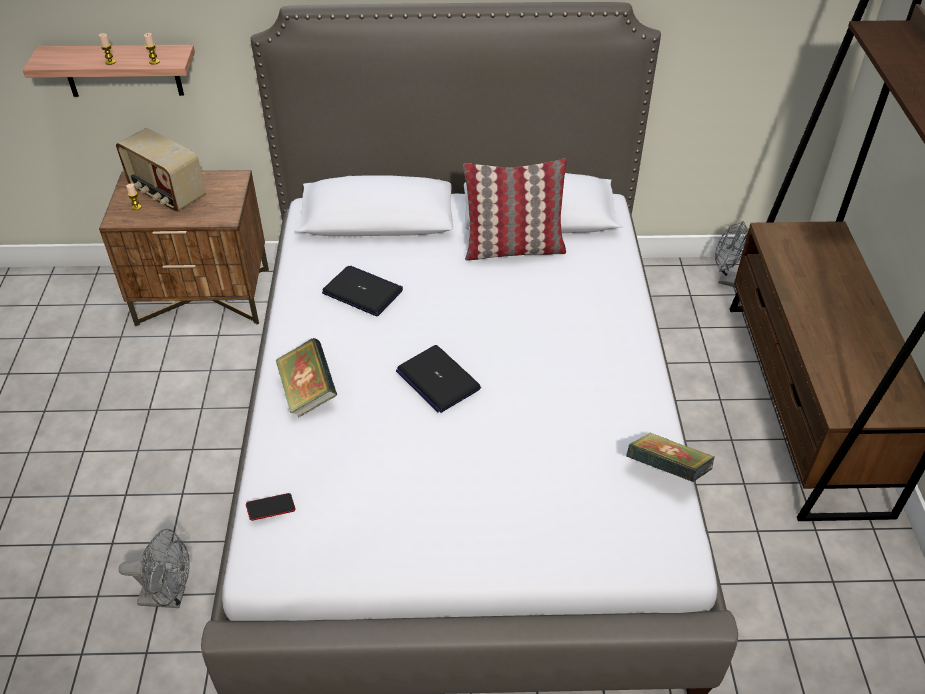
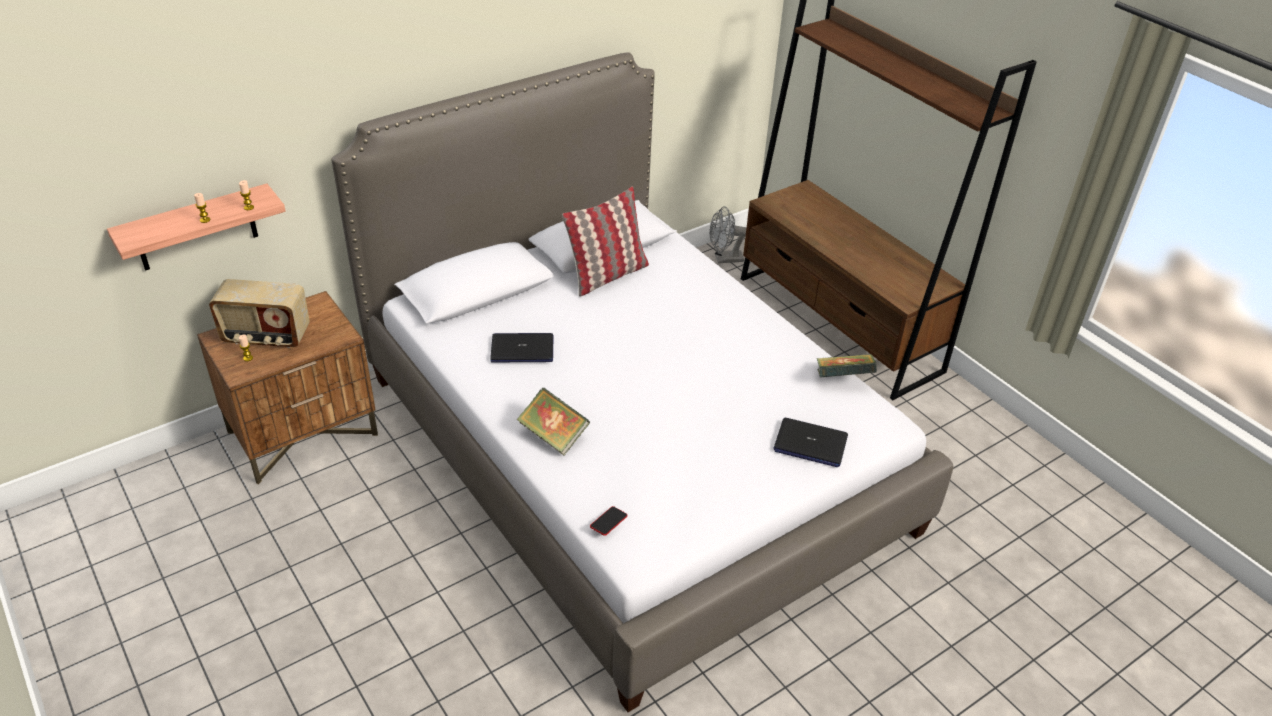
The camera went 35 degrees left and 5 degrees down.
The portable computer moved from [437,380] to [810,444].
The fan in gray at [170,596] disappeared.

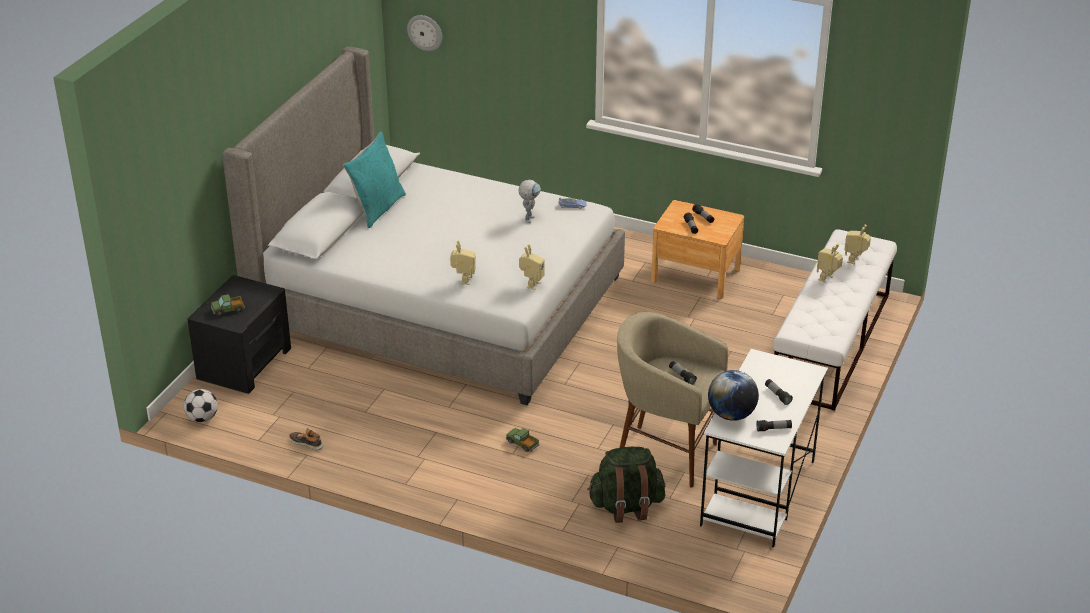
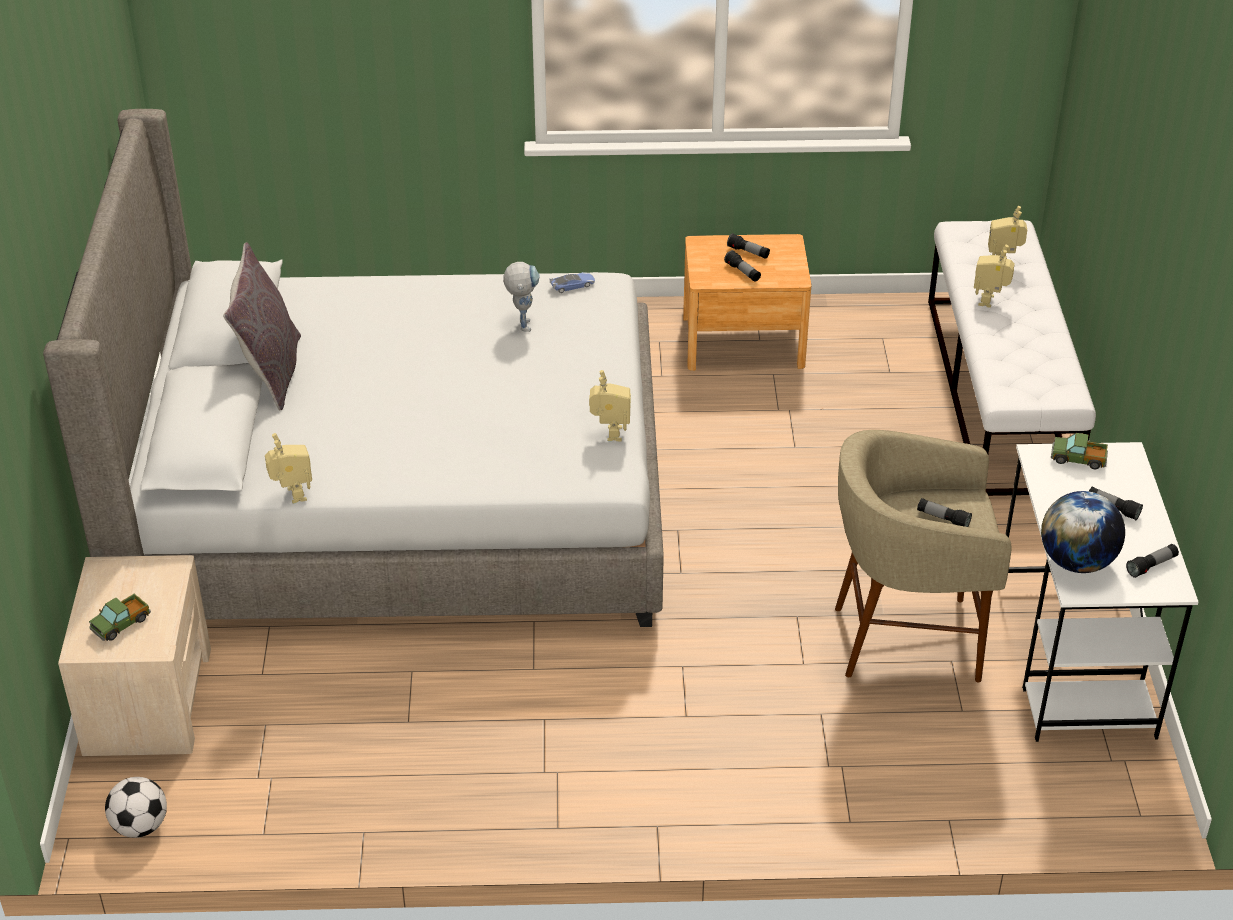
The camera went 25 degrees left and 5 degrees up.
The nightstand in black at [244,363] became the nightstand in beige-coloured at [148,699].
The cushion in turquoise-coloured at [377,208] became the cushion in gray at [270,372].
The toy robot moved from [463,280] to [292,495].
The toy lorry moved from [522,444] to [1078,459].
The item of footwear at [307,443] disappeared.
The clock on the wall at [425,32] disappeared.
The knapsack in greenish at [626,506] disappeared.

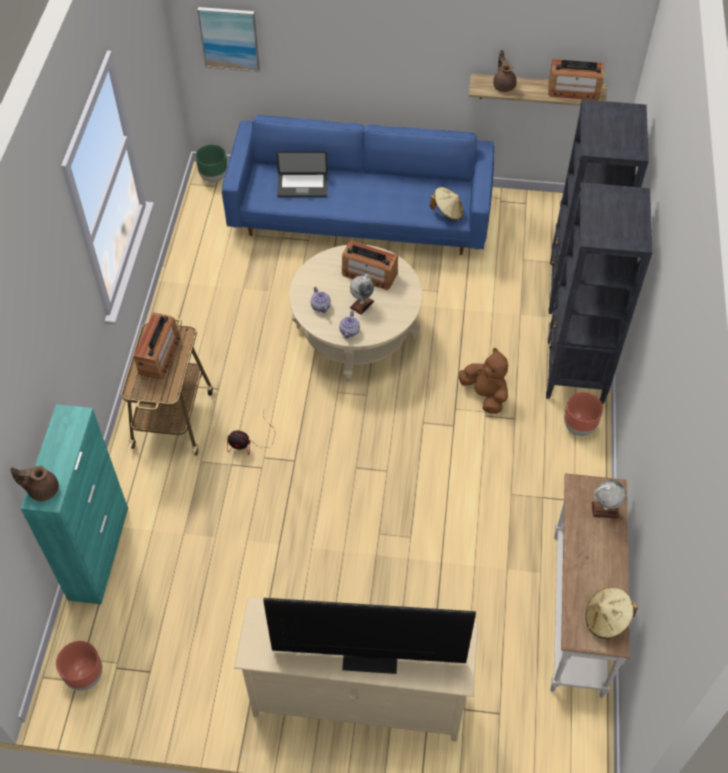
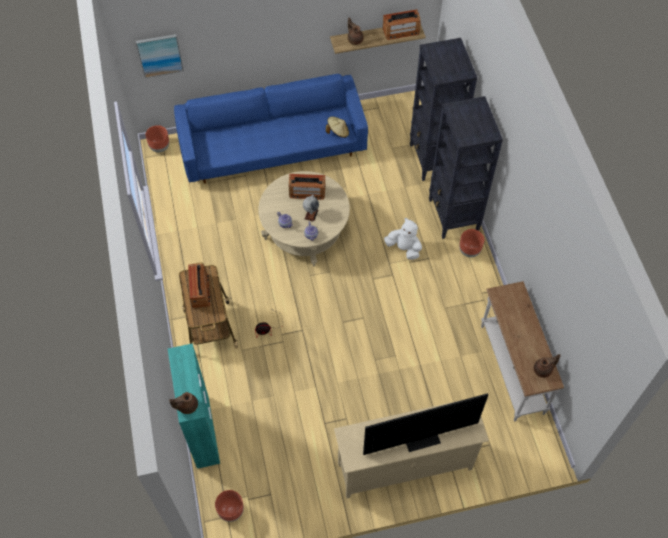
The camera went 20 degrees left and 5 degrees up.
The planter in greenish at [214,177] became the planter in brownish at [160,147].
The cuddly toy in brownish at [485,395] became the cuddly toy in whitish at [404,248].
The clothing hat in beige-coloured at [606,620] was replaced by the tea pot in brownish at [543,370].
The portable computer at [302,186] disappeared.
The world globe at [605,510] disappeared.

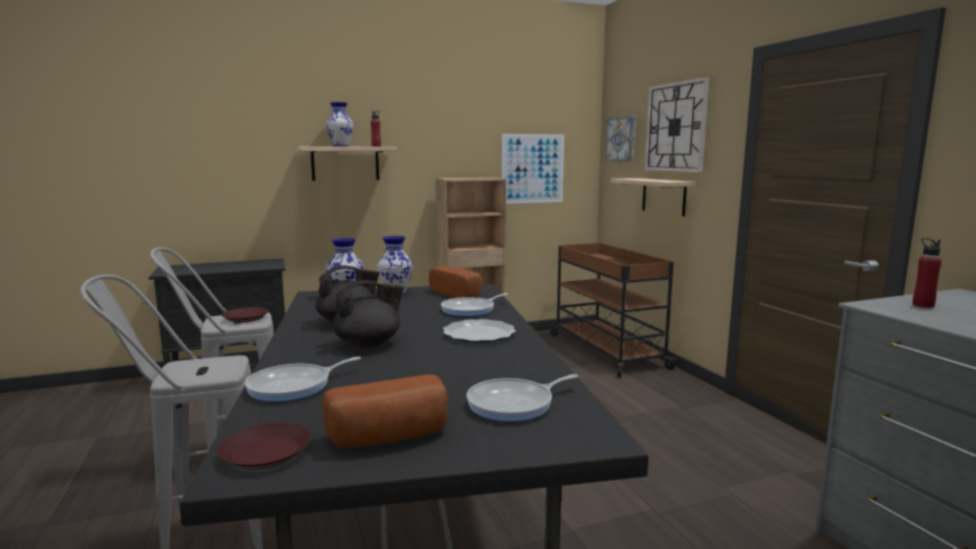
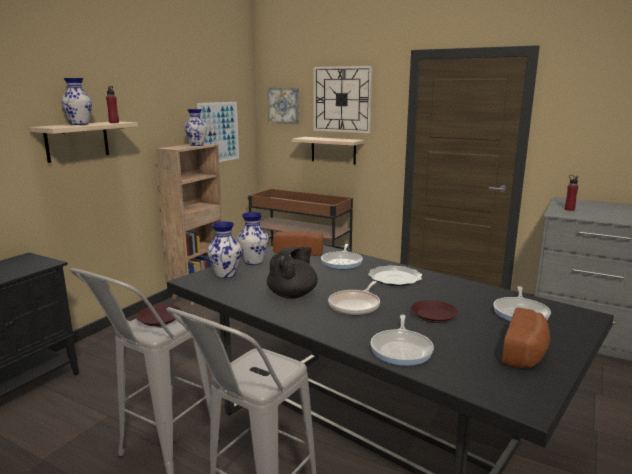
The camera went 40 degrees left and 5 degrees up.
The decorative vase at [197,145] appeared.
The tea pot in black at [369,344] was replaced by the skillet at [355,305].
The dinner plate in brownish moved from [266,452] to [433,315].

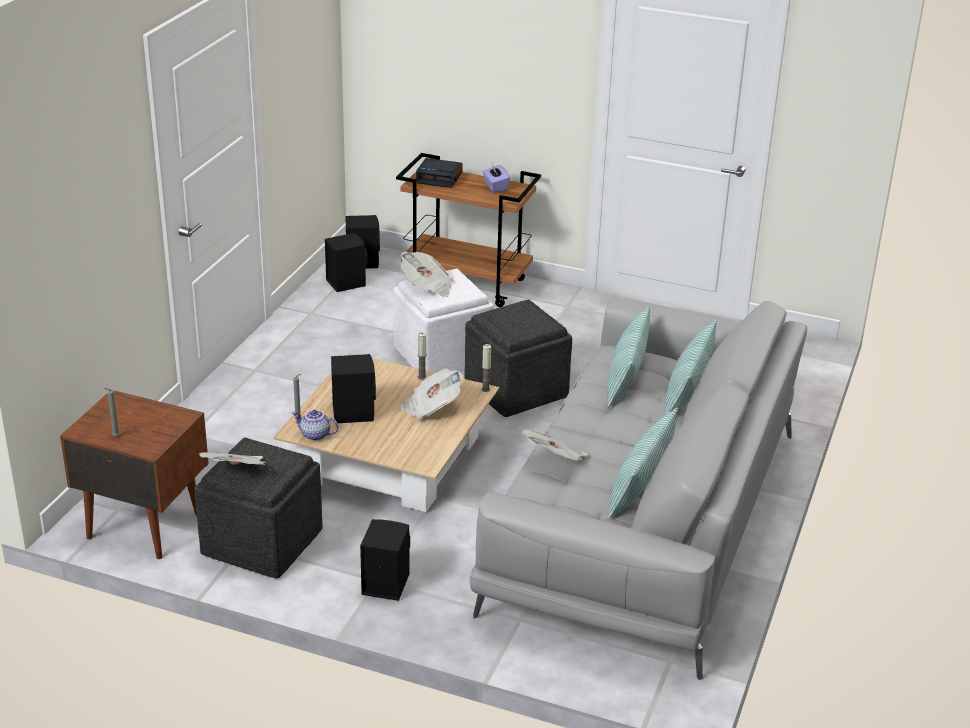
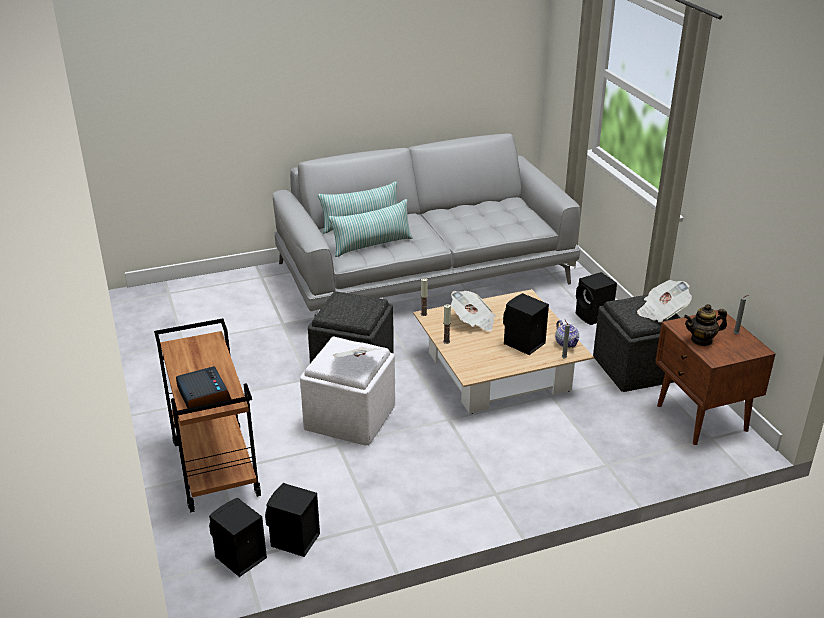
The camera went 130 degrees left and 0 degrees up.
The tea pot at [702,340] appeared.
The box of tissues in purplish at [495,187] disappeared.
The printed paper at [555,460] disappeared.
The cushion at [640,486] disappeared.

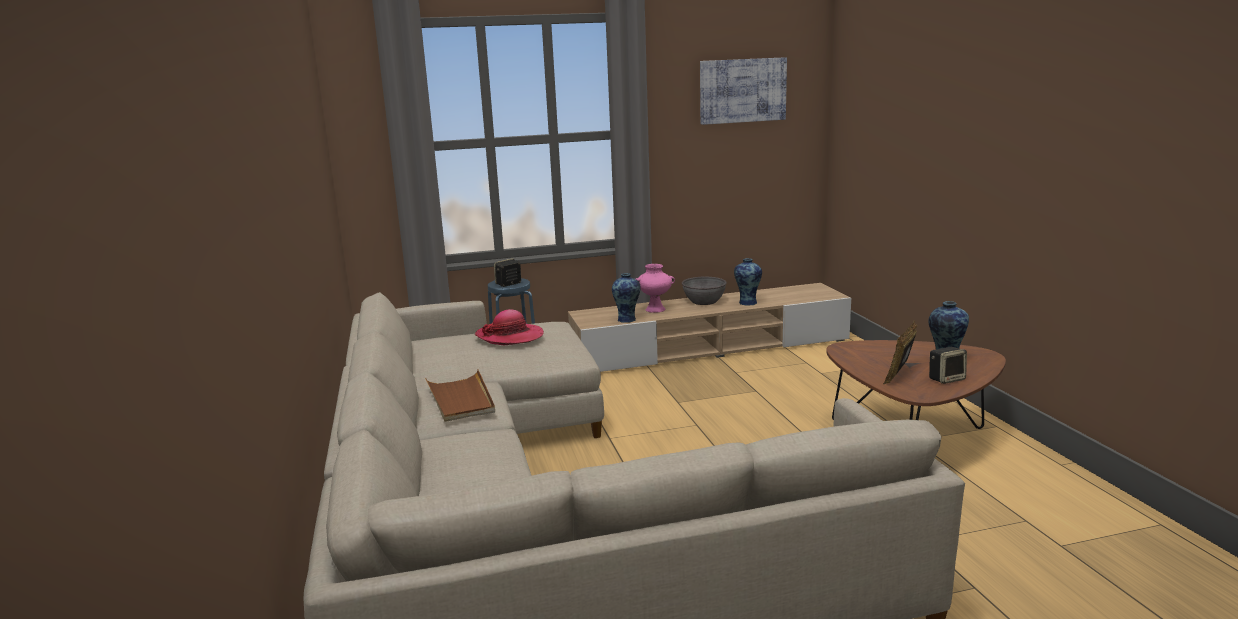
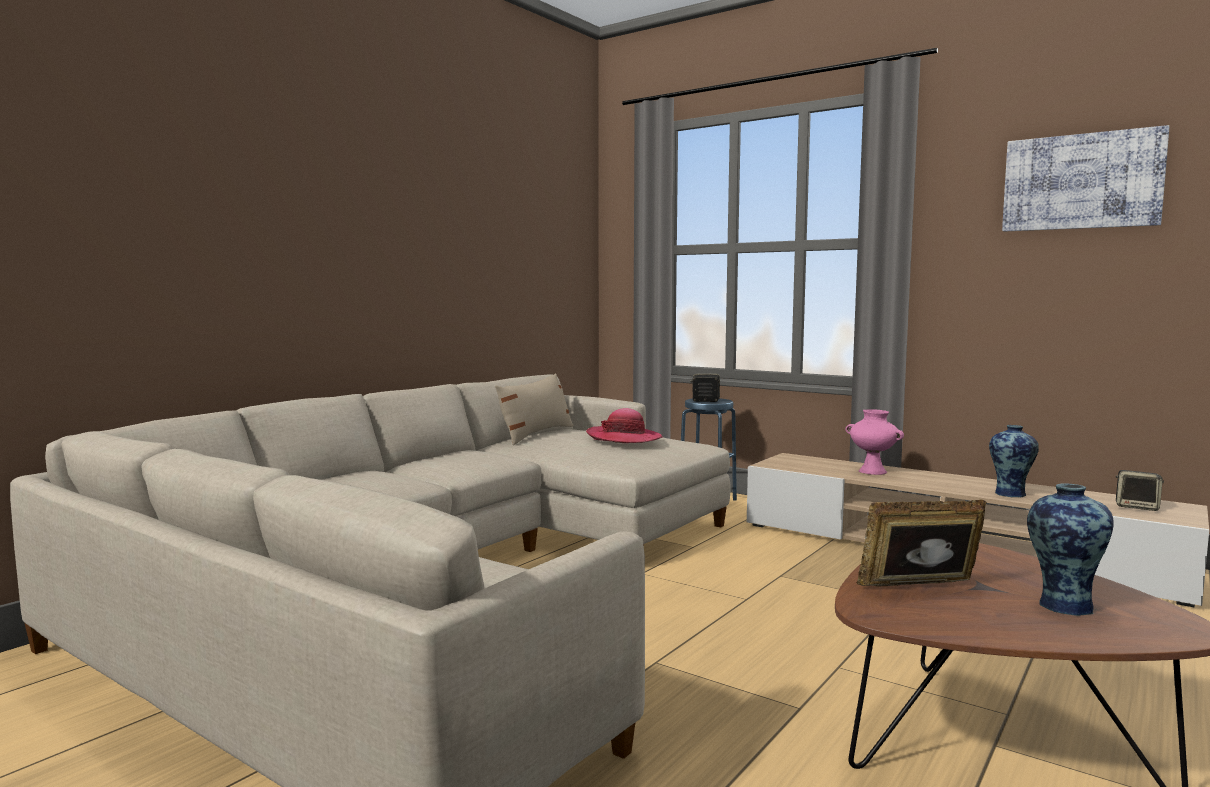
The camera went 50 degrees right and 10 degrees down.
The cushion in beige-coloured at [536,434] appeared.
The audio speaker moved from [946,379] to [1137,507].
The carrying tray in brownish at [461,399] disappeared.
The decorative vase at [627,319] disappeared.
The serving bowl in gray at [704,301] disappeared.

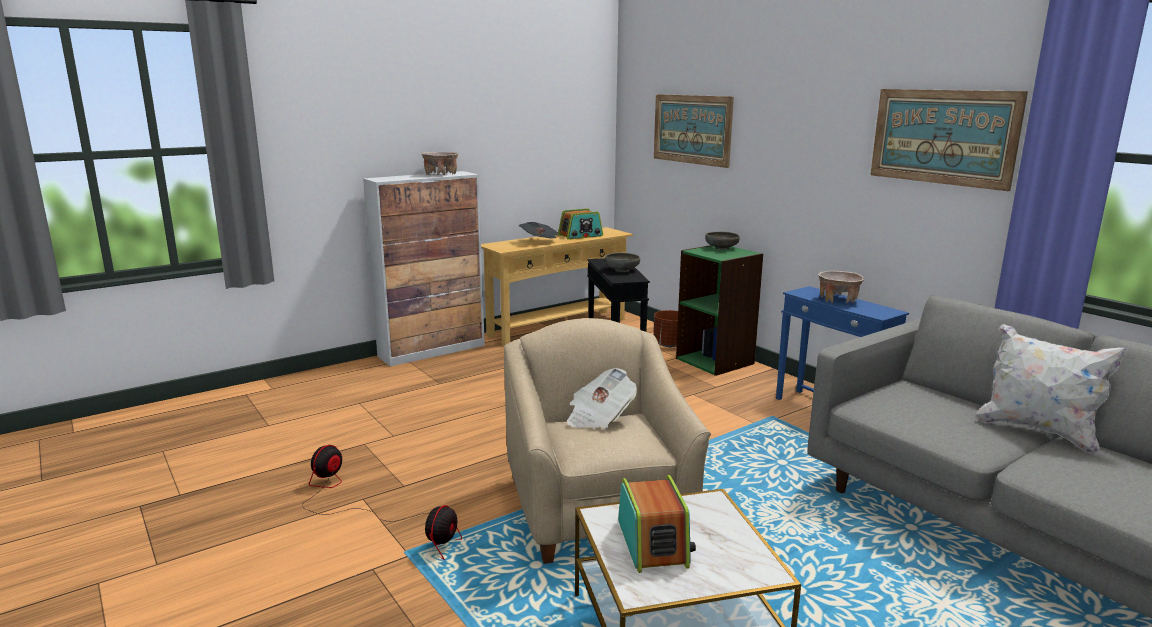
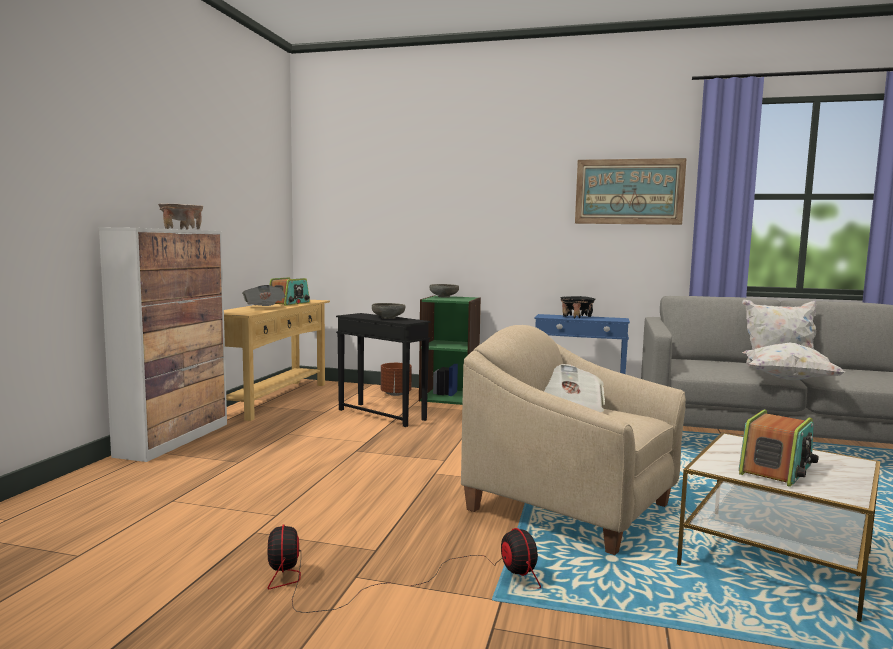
The camera went 40 degrees left and 10 degrees down.
The serving bowl in beige-coloured at [838,300] became the serving bowl in black at [576,317].
The radio set at [653,543] turned 90 degrees clockwise.
The cushion in whitish at [787,379] appeared.
The picture at [692,129] disappeared.

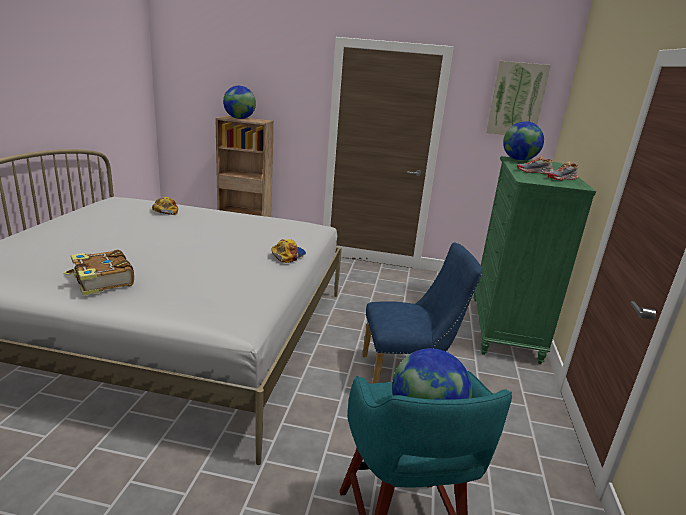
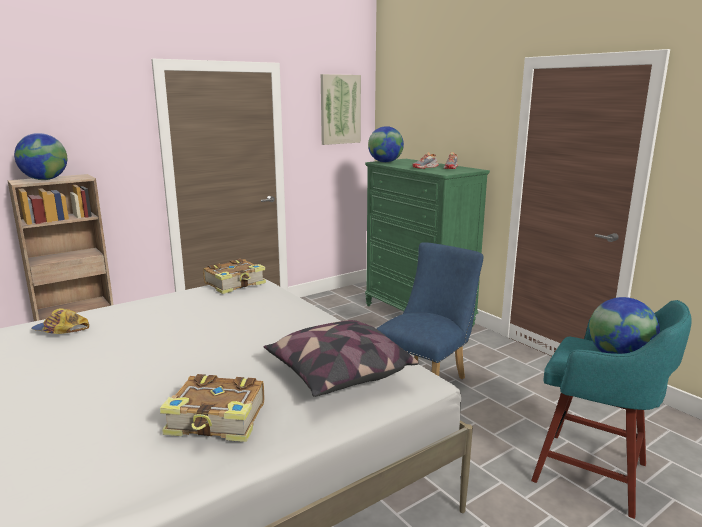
The camera went 45 degrees left and 5 degrees down.
The bound book at [235,284] appeared.
The cushion at [338,374] appeared.
The peaked cap at [288,255] disappeared.

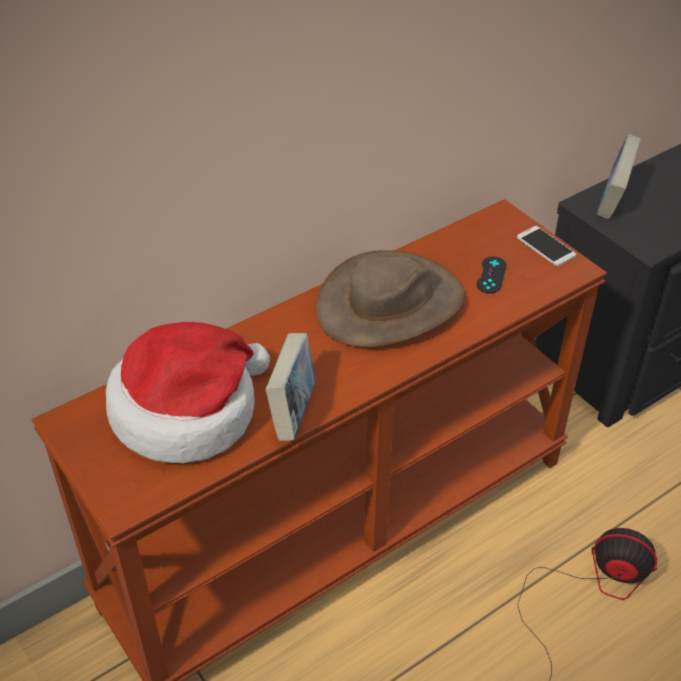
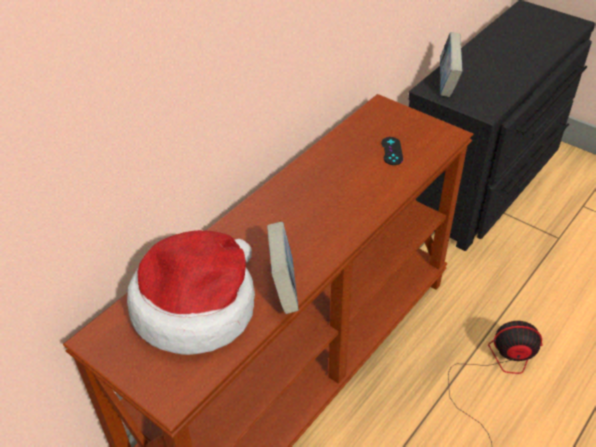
The camera went 15 degrees left and 0 degrees up.
The clothing hat in brownish at [390,304] disappeared.
The telephone at [546,246] disappeared.

